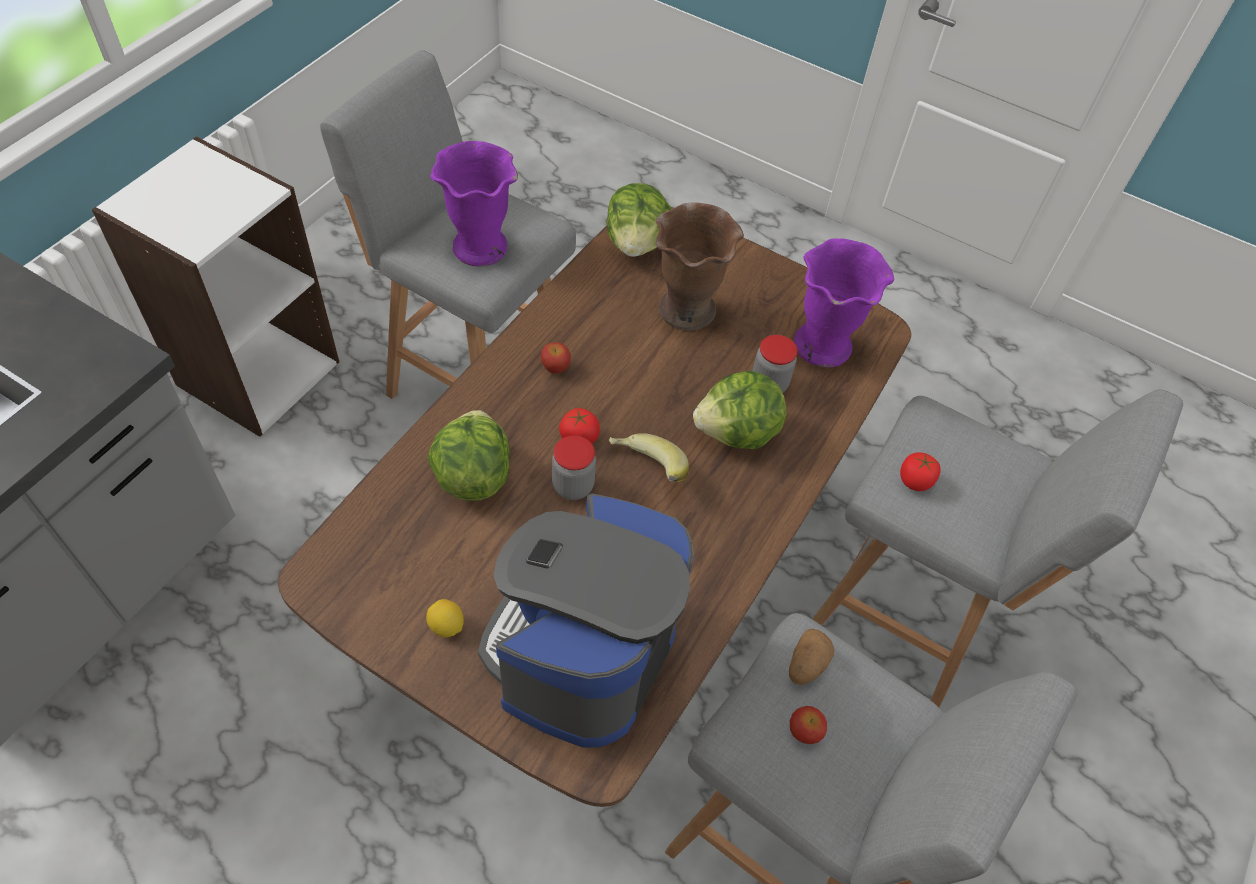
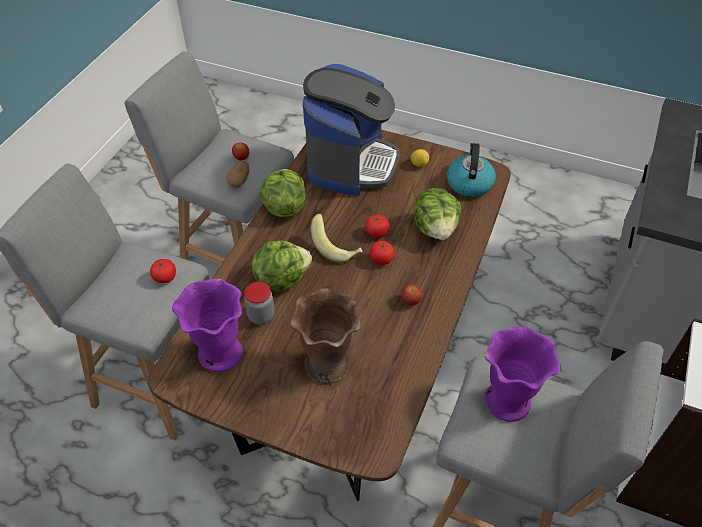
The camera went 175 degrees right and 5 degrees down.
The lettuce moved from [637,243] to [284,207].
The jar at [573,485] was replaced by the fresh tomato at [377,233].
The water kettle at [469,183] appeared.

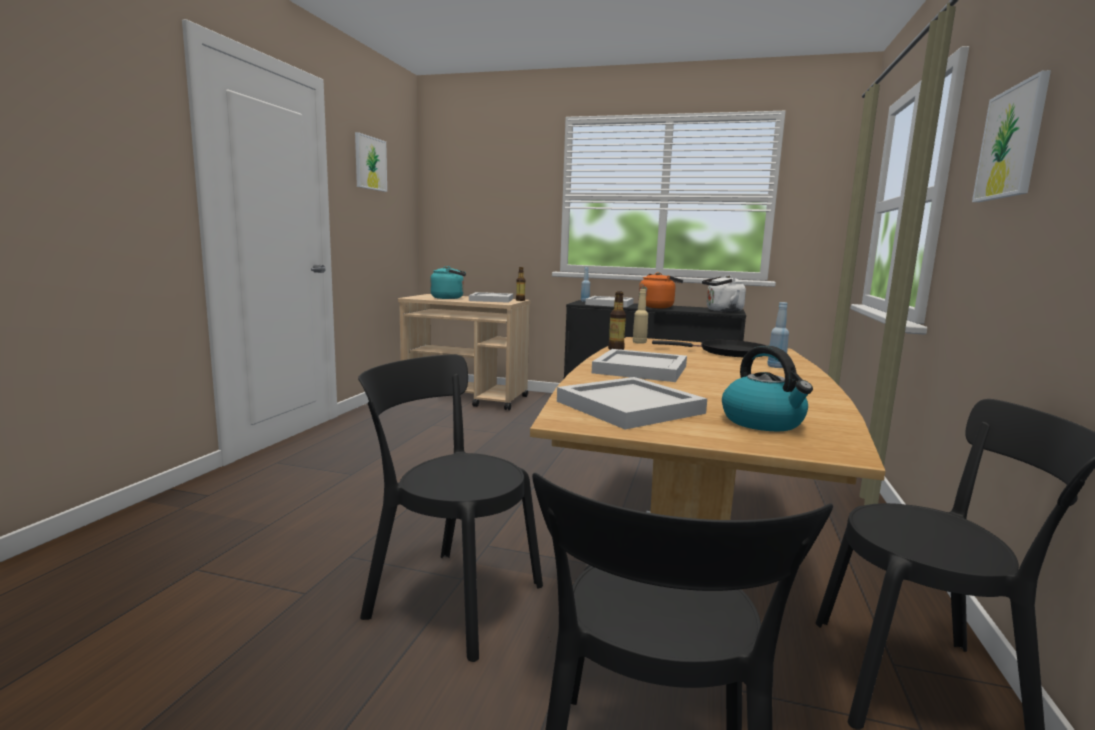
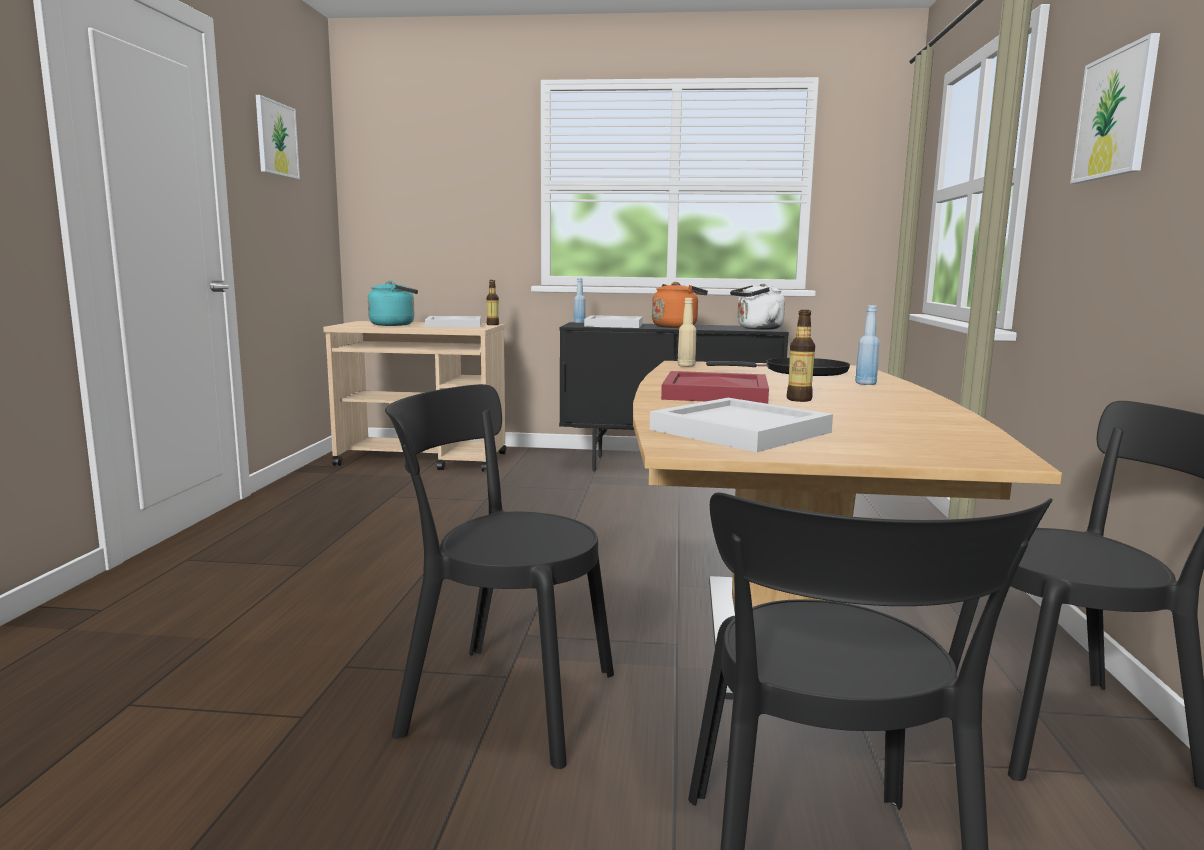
The camera went 10 degrees left and 0 degrees up.
The carrying tray in whitish at [641,370] became the carrying tray in red at [717,393].
The bottle moved from [616,349] to [799,399].
The water kettle at [763,422] disappeared.

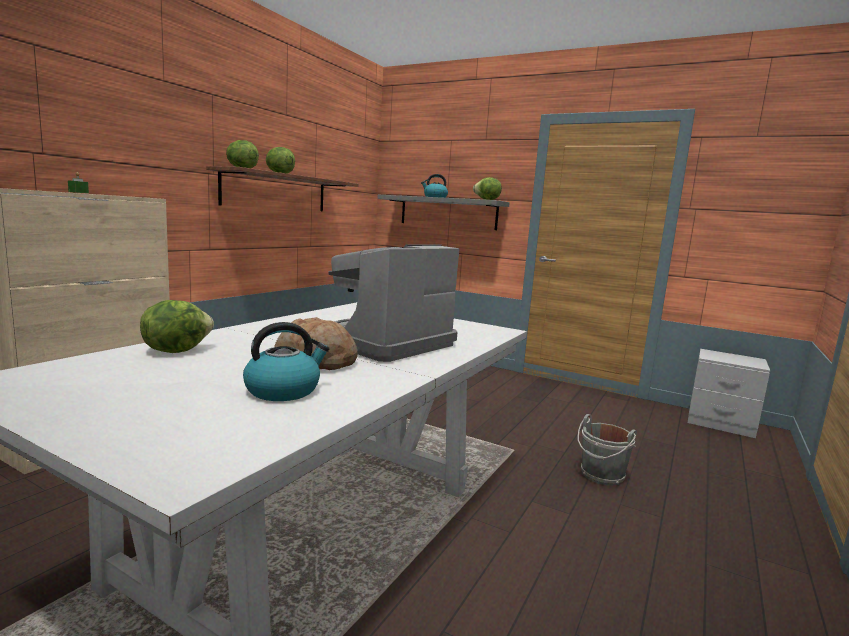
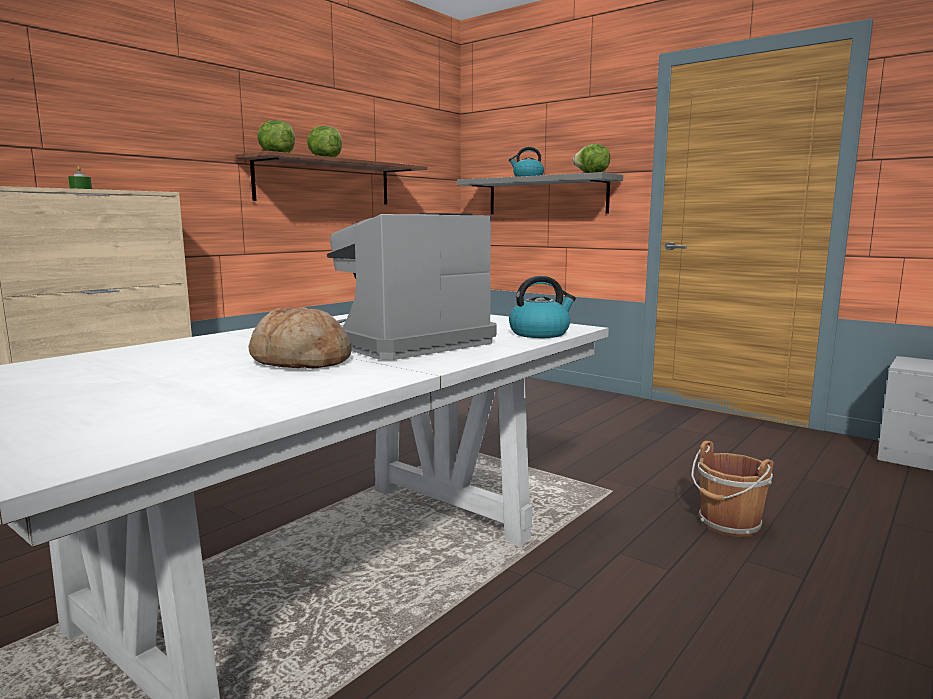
The camera went 10 degrees right and 0 degrees up.
The water kettle moved from [283,390] to [540,333].
The pail in gray at [601,476] became the pail in brownish at [728,524].
The lettuce at [176,350] disappeared.

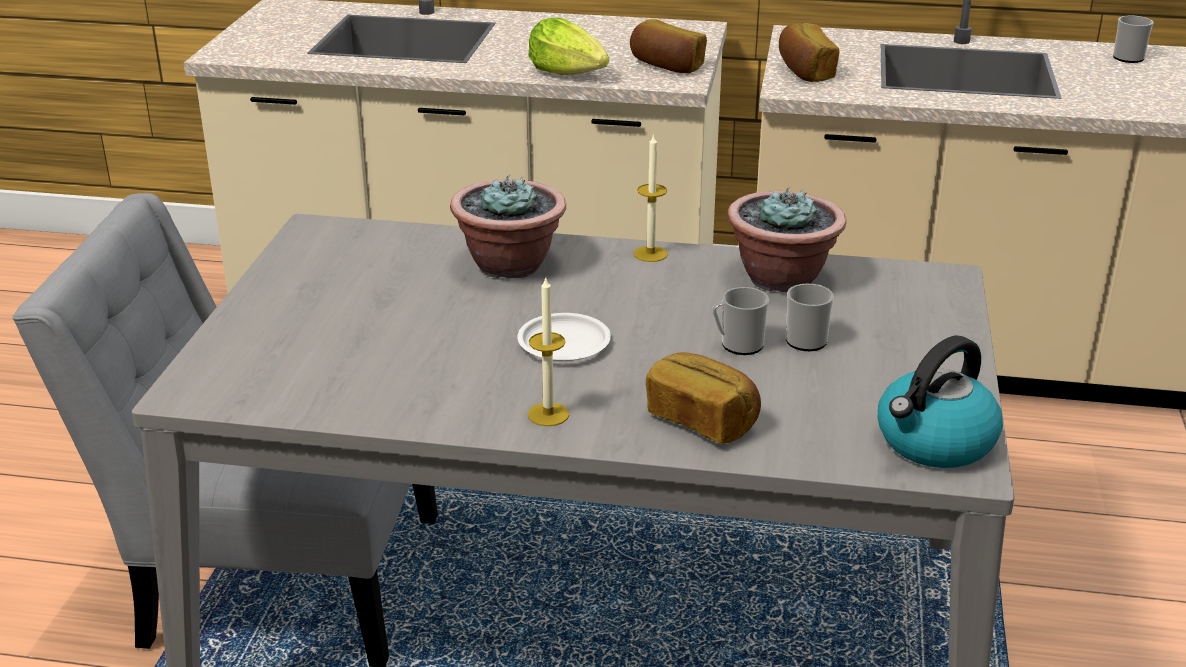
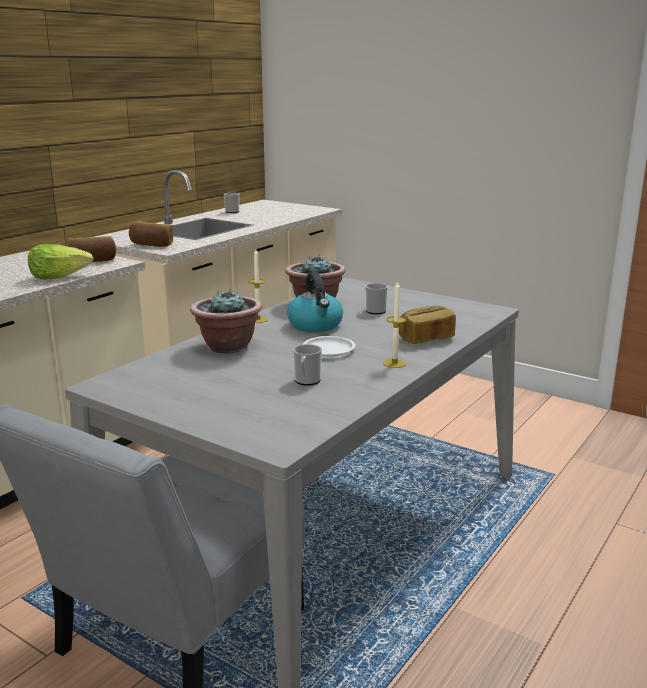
The camera went 65 degrees left and 10 degrees down.
The water kettle moved from [934,442] to [315,325].
The tea mug moved from [737,345] to [306,381].

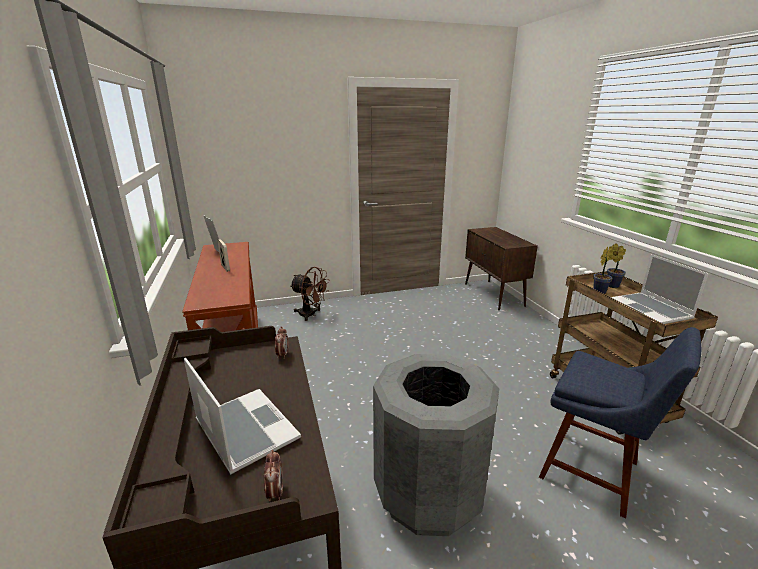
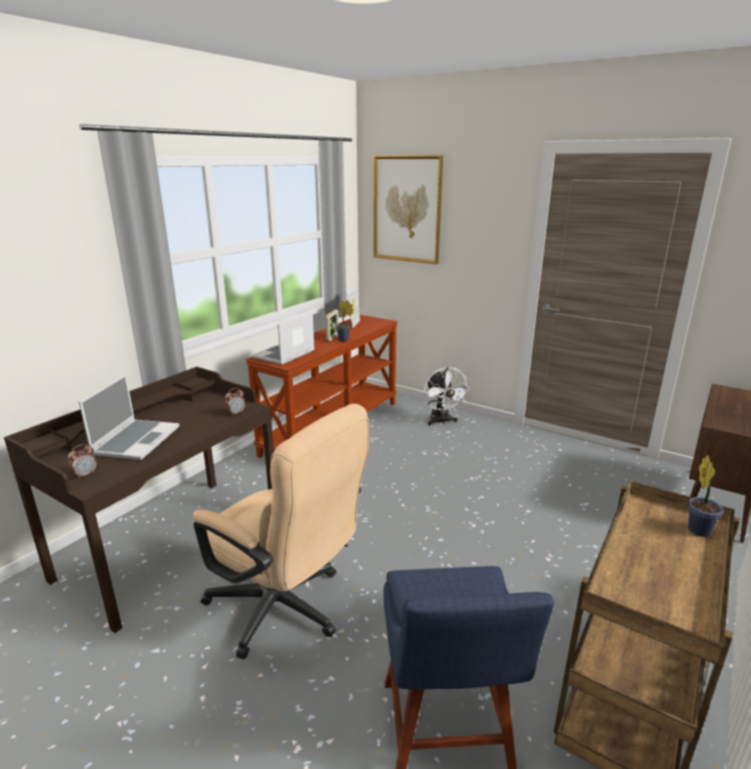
The camera went 50 degrees right and 0 degrees up.
The waste bin in gray at [429,494] was replaced by the office chair in beige-coloured at [286,610].
The portable computer moved from [650,310] to [284,355].
The houseplant moved from [600,291] to [344,340].
The picture at [407,209] appeared.
The fan in brownish at [311,314] became the fan in whitish at [441,421].

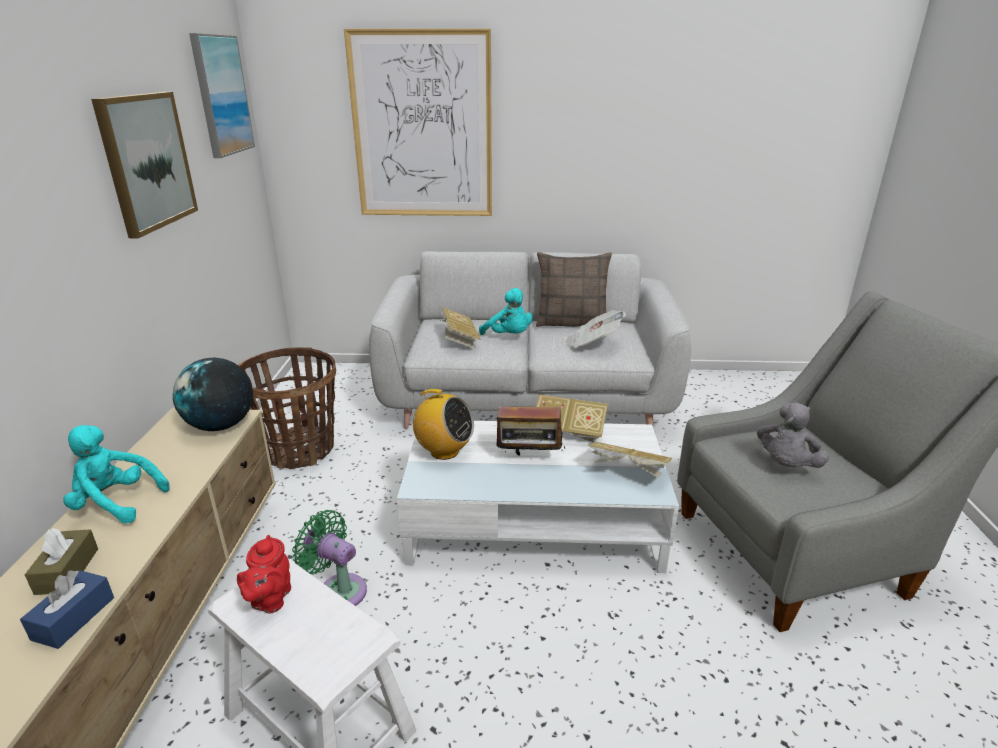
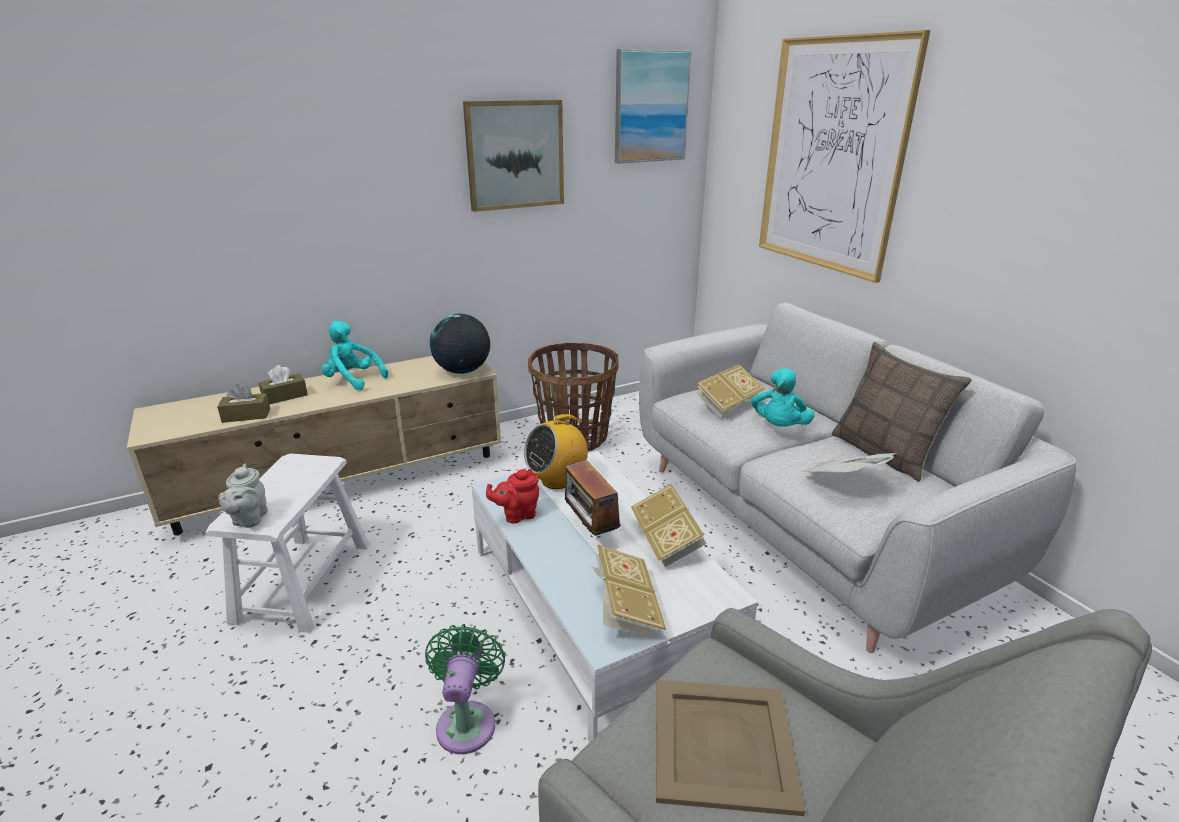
The camera went 60 degrees right and 0 degrees up.
The box of tissues in bluish at [73,618] became the box of tissues in brownish at [246,415].
The tea pot in gray at [249,519] appeared.
The cuddly toy in turquoise-coloured at [116,503] turned 45 degrees counterclockwise.
The fan in greenish moved from [338,590] to [467,721].
The tea pot in red moved from [269,600] to [517,515].
The radio set at [444,451] turned 60 degrees clockwise.
The cuddly toy in gray at [785,465] was replaced by the carrying tray in beige-coloured at [721,742].

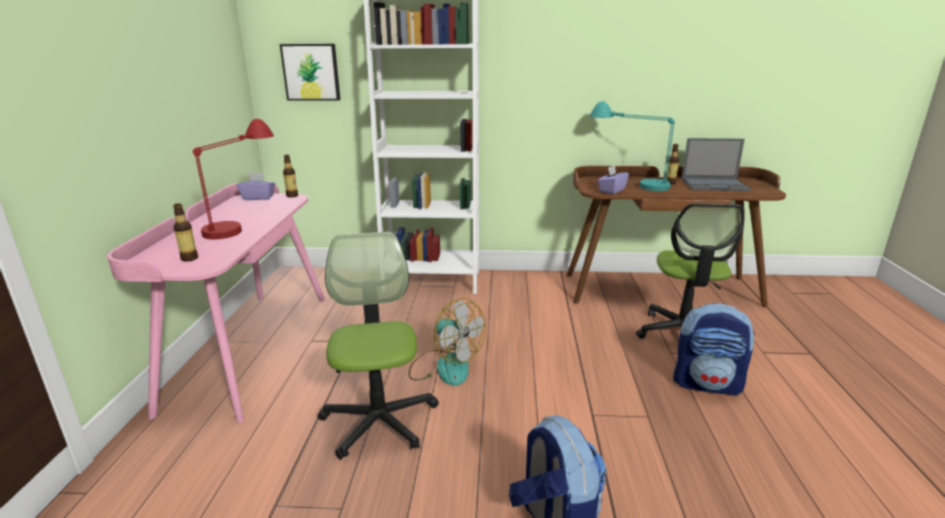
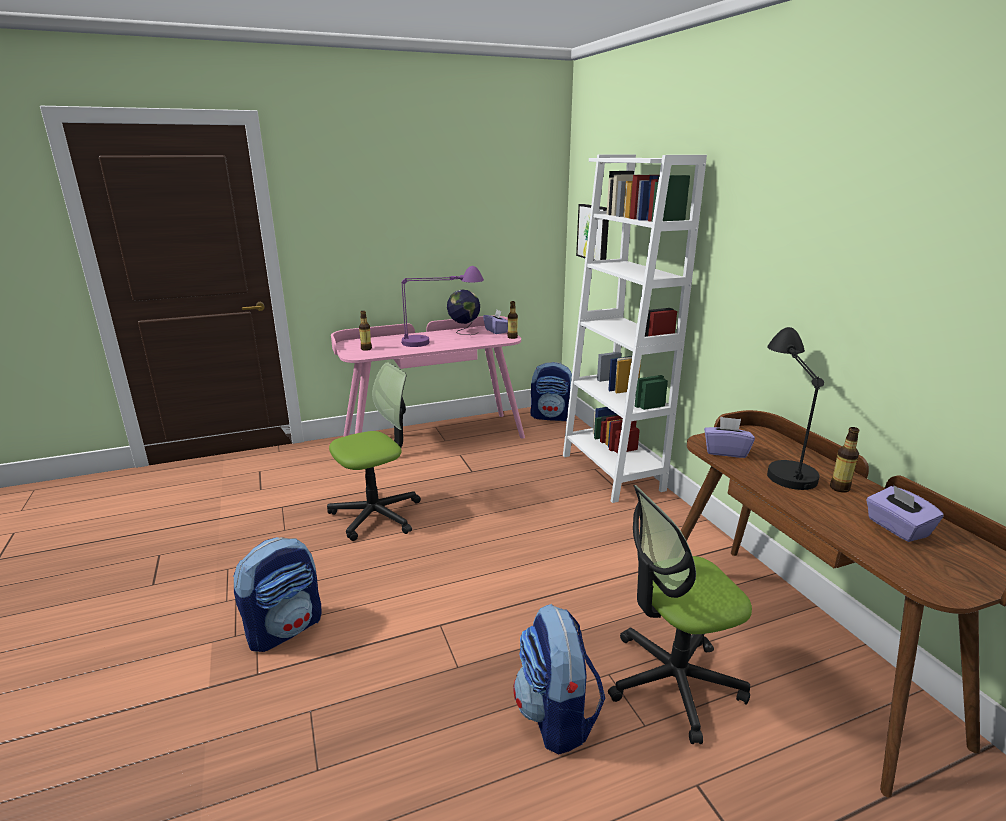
The camera went 65 degrees right and 0 degrees up.
The tabletop lamp in red at [244,222] became the tabletop lamp in purplish at [440,342].
The world globe at [464,332] appeared.
The knapsack at [552,416] appeared.
The tabletop lamp in turquoise-coloured at [628,183] became the tabletop lamp in black at [781,458].
The portable computer at [715,185] was replaced by the box of tissues in purplish at [896,528].
The fan at [445,366] disappeared.

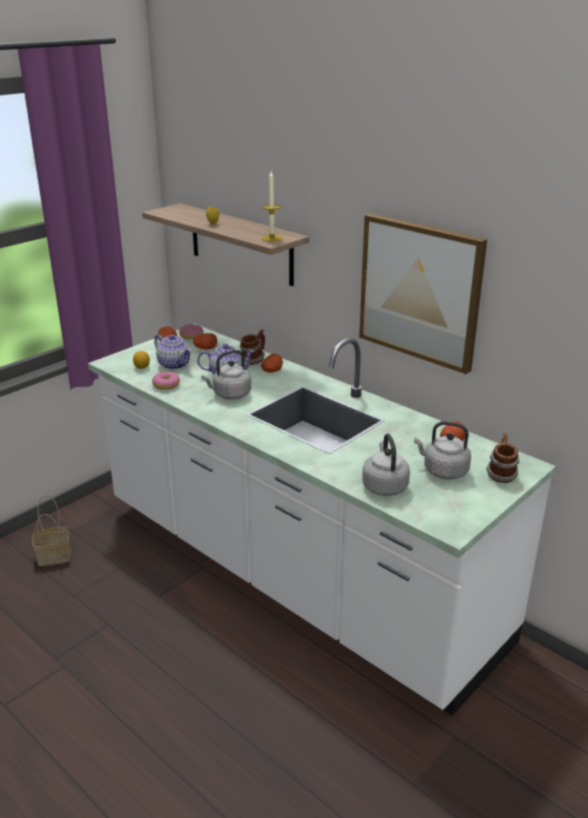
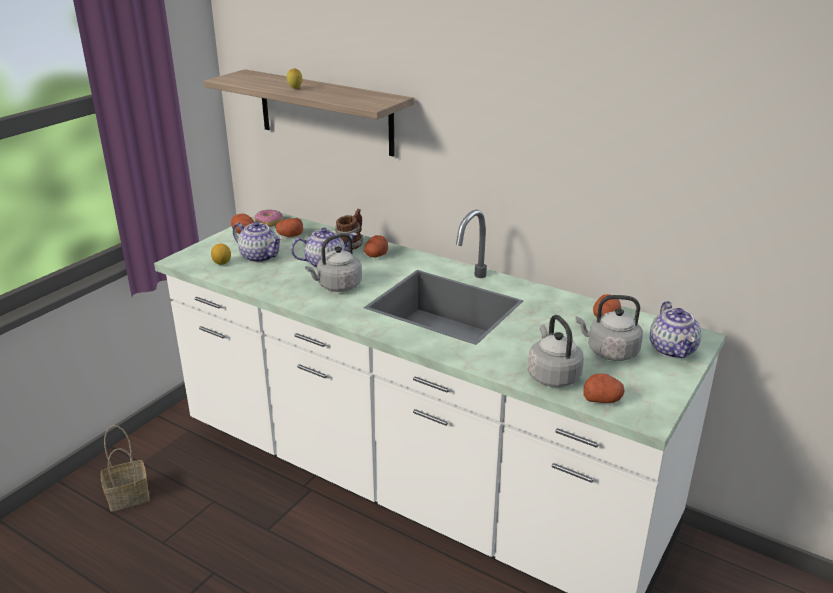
The camera went 10 degrees left and 0 degrees up.
The spud at [602,399] appeared.
The tea mug at [501,475] was replaced by the tea pot at [673,350].
The doughnut at [166,385] disappeared.
The wax light at [272,238] disappeared.
The picture at [420,291] disappeared.

